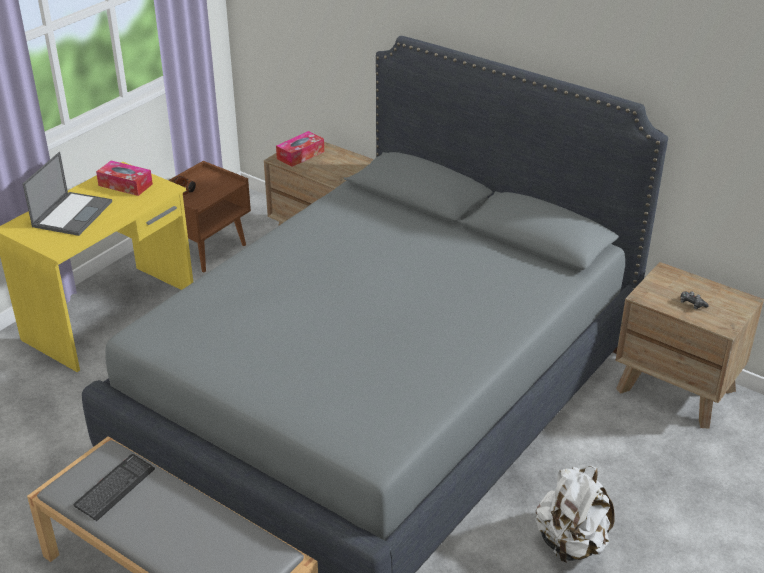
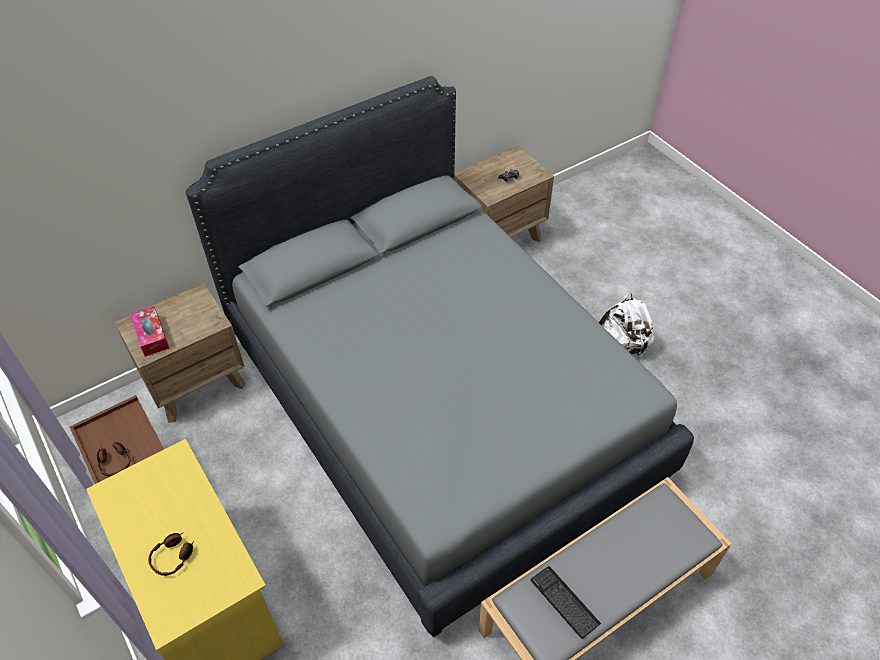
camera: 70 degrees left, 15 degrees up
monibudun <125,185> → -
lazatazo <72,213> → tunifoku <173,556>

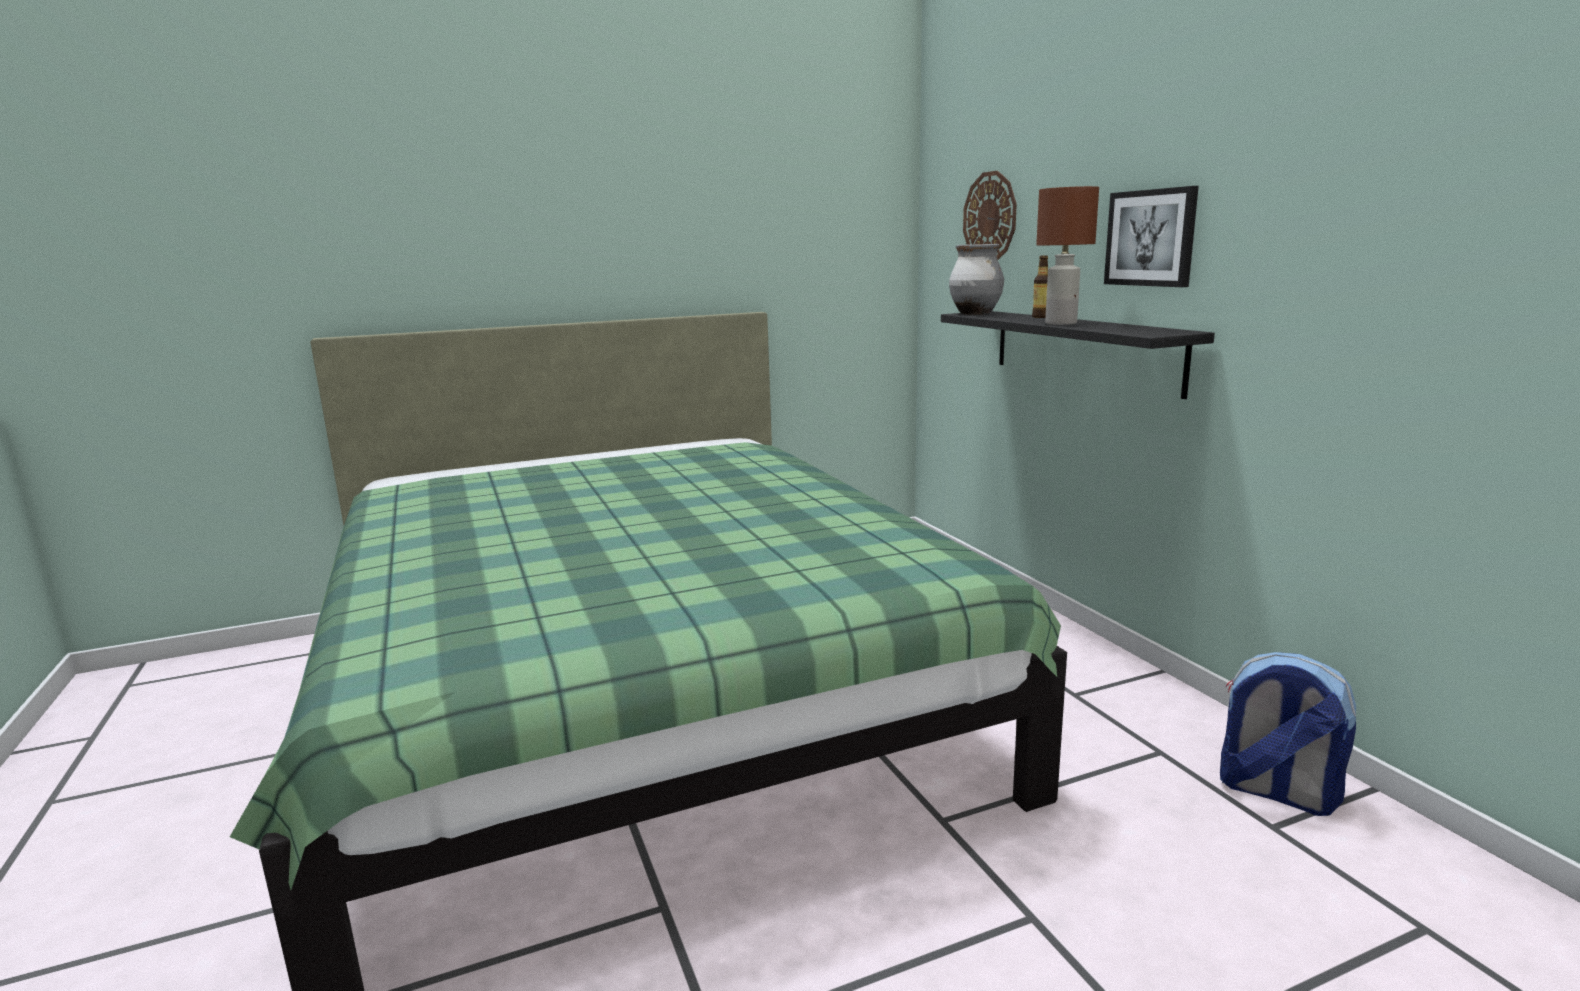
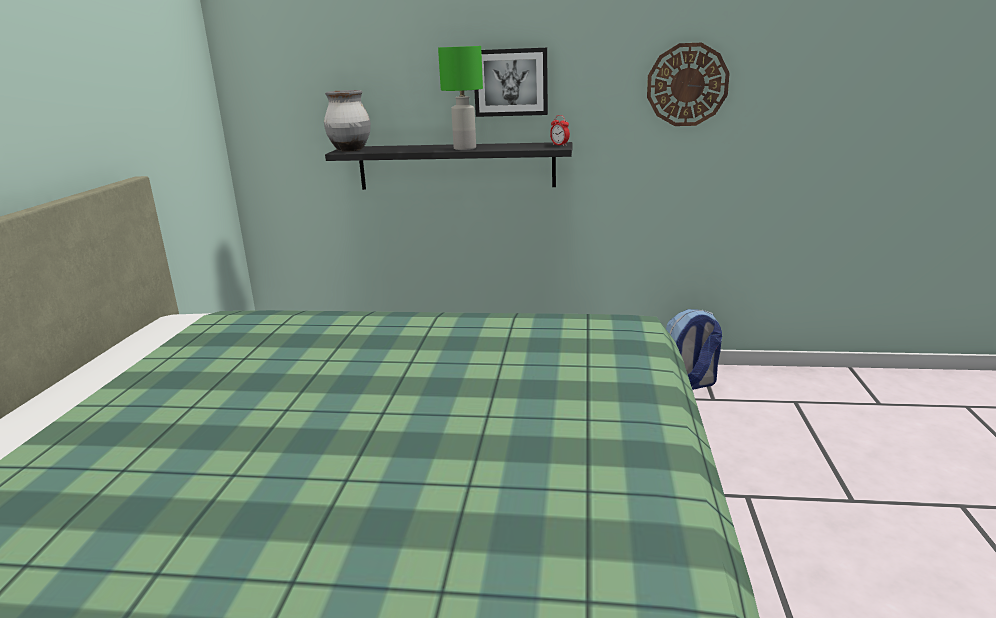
camera: 60 degrees left, 5 degrees up
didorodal <1040,317> → -
- → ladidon <559,145>
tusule <990,218> → tusule <687,85>, move
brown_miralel <1060,323> → green_miralel <464,148>

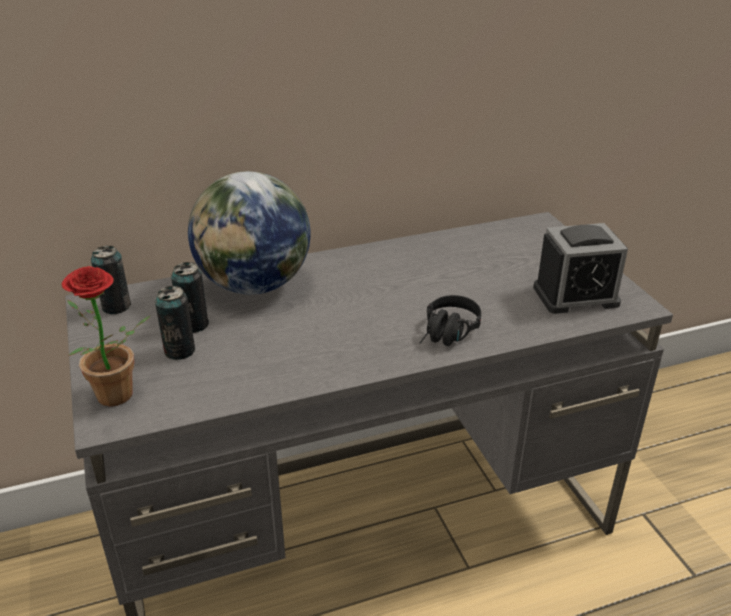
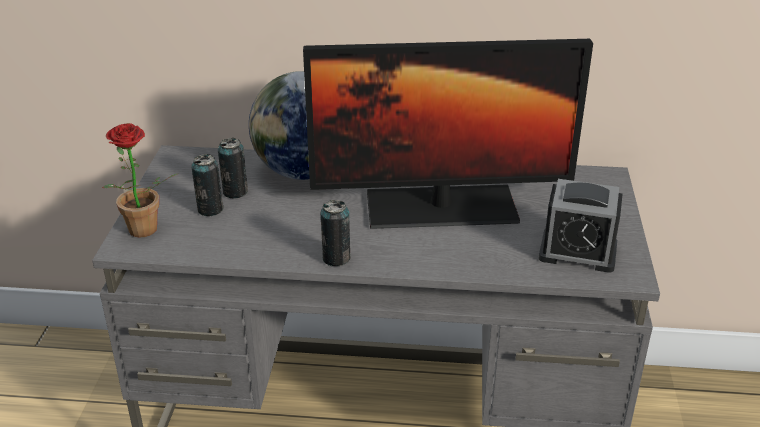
camera: 25 degrees right, 0 degrees up
black_tunifoku <447,335> → -
- → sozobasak <441,207>
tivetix <116,306> → tivetix <336,258>, move

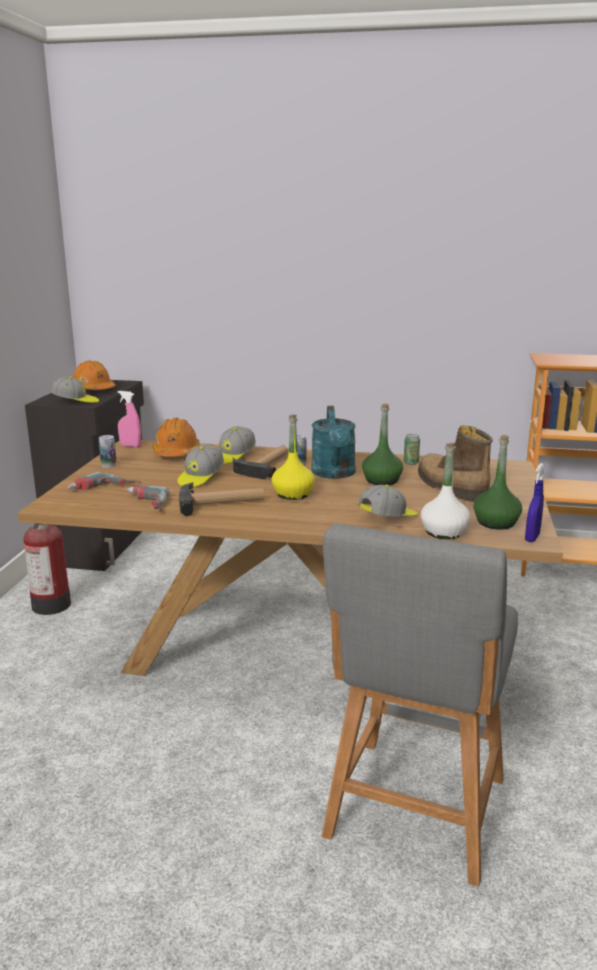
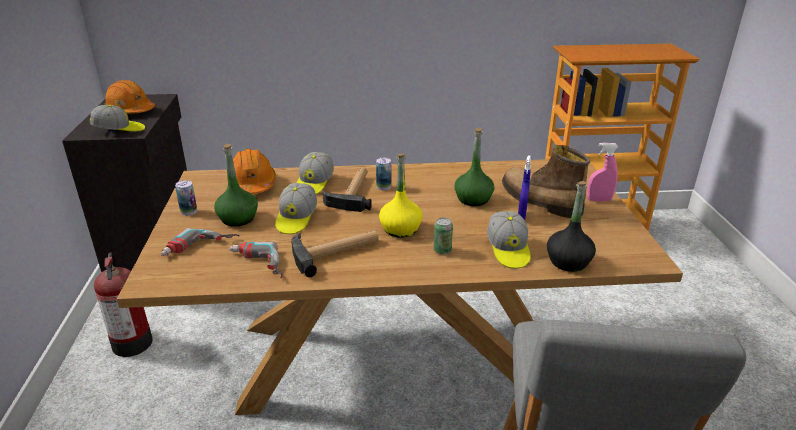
camera: 15 degrees left, 10 degrees up
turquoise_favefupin <334,474> → -
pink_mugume <130,446> → pink_mugume <599,200>, move
tivetix <411,463> → tivetix <442,250>, move
green_didorodal <496,523> → green_didorodal <238,219>, move
blue_mugume <532,538> → blue_mugume <521,216>, move
white_didorodal <443,532> → black_didorodal <568,262>
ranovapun <388,518> → ranovapun <508,250>, 135 degrees clockwise

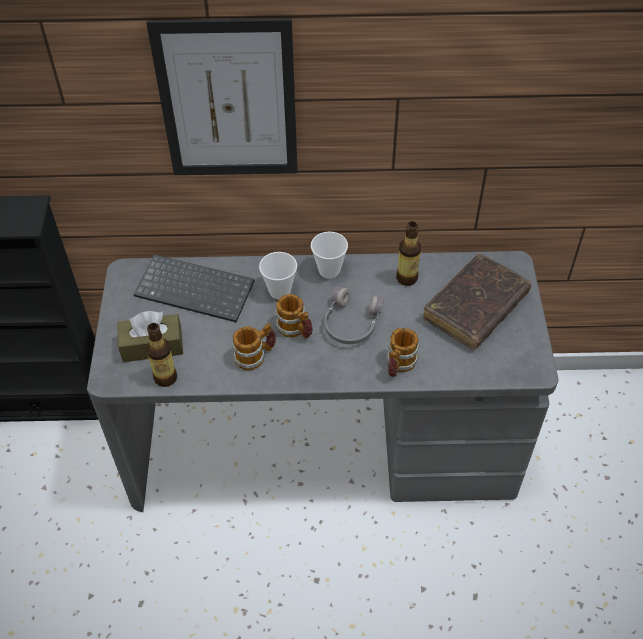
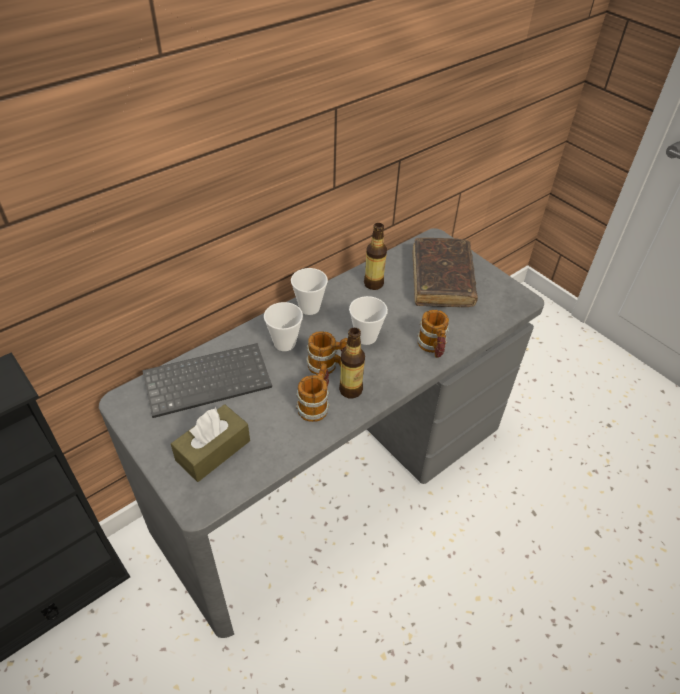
camera: 40 degrees left, 5 degrees down
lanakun <228,101> → -
didorodal <165,378> → didorodal <351,390>, move
grey_tunifoku <350,323> → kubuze <366,337>

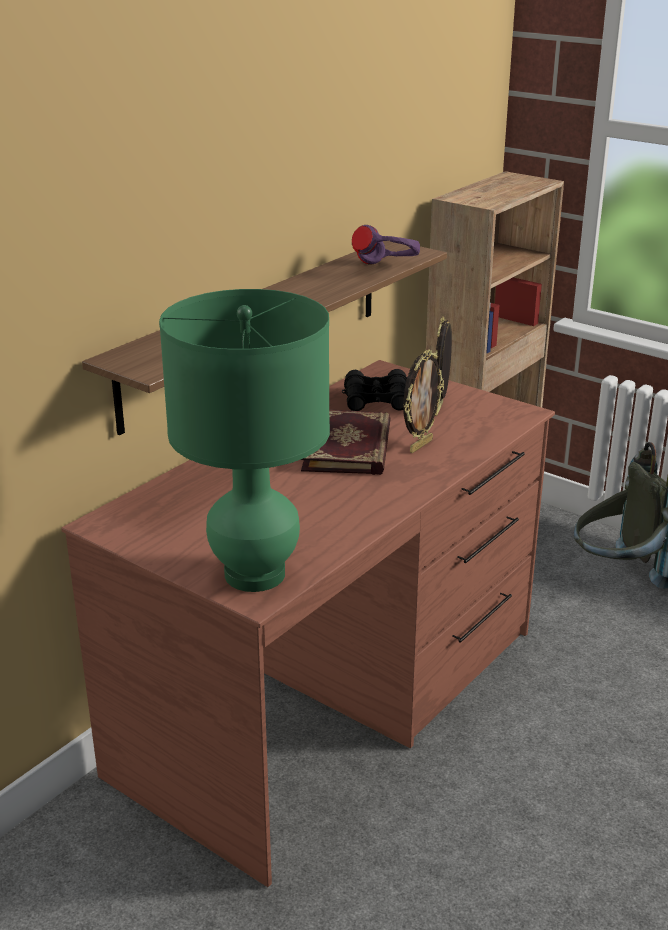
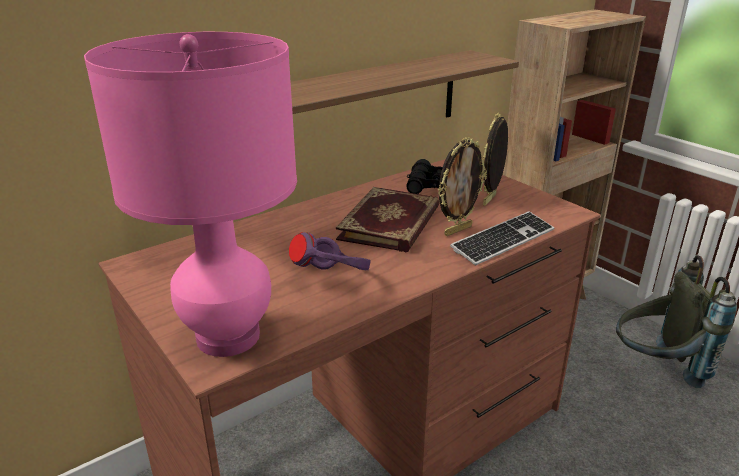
camera: 15 degrees right, 0 degrees up
- → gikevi <503,240>
purple_tunifoku <386,269> → purple_tunifoku <333,279>, move
green_miralel <255,574> → pink_miralel <228,337>

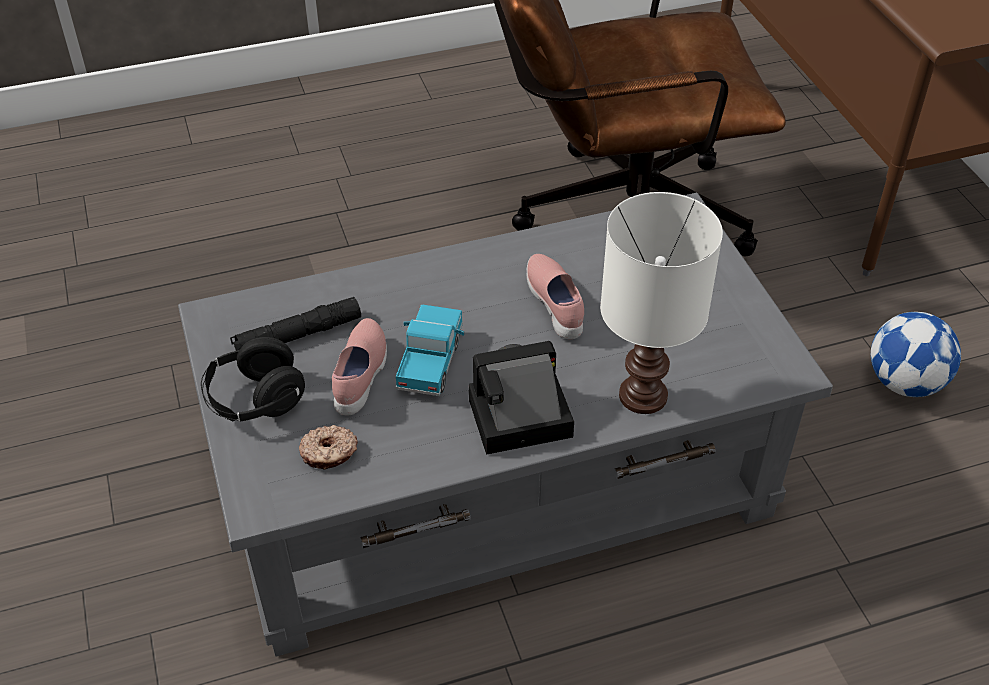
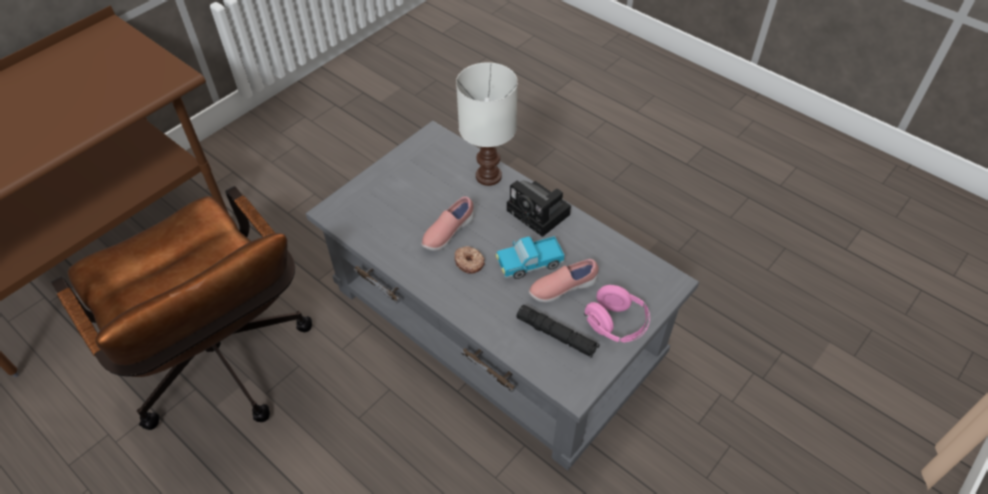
camera: 120 degrees left, 5 degrees up
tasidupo <905,383> → -
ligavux <329,453> → ligavux <469,262>, move
black_tunifoku <255,400> → pink_tunifoku <616,324>

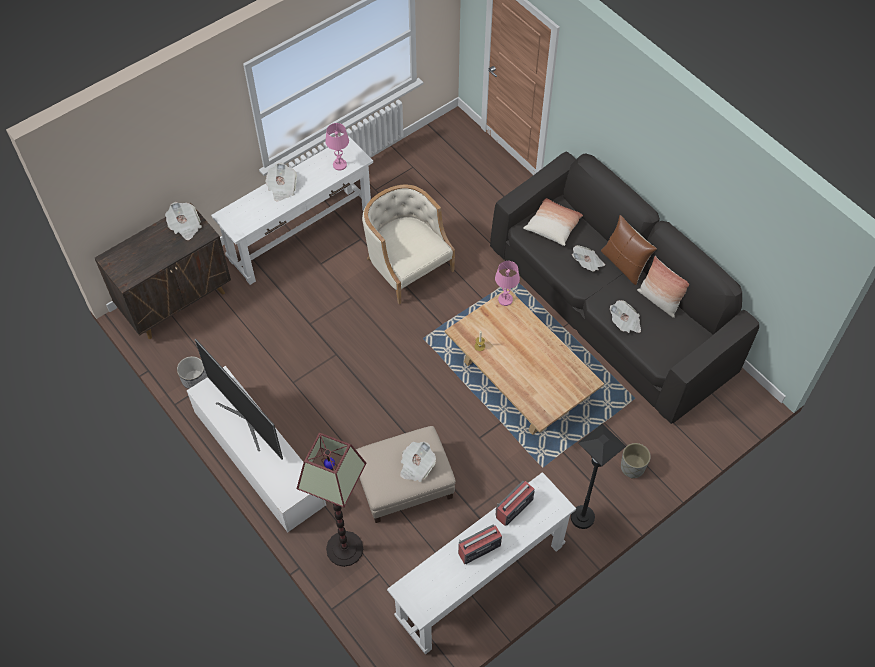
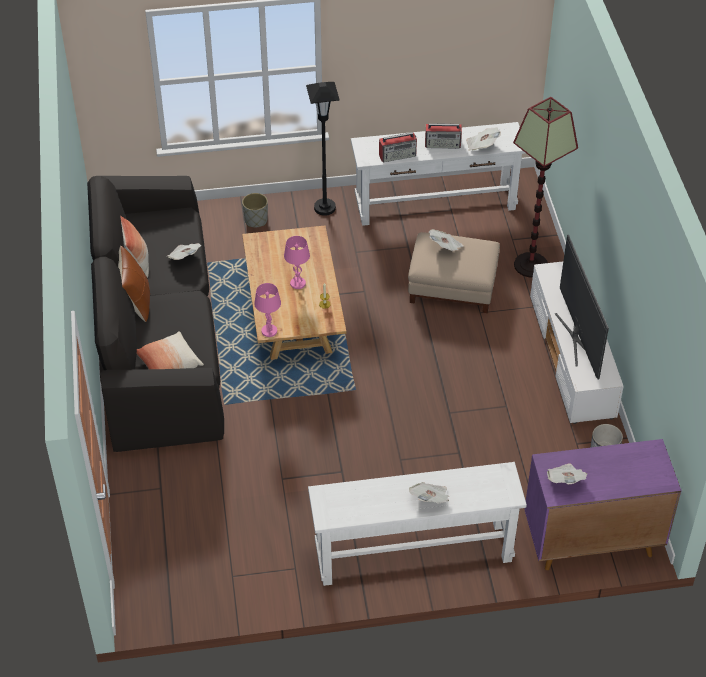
camera: 150 degrees left, 10 degrees down
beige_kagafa <407,265> → -
pink_miralel <340,165> → pink_miralel <297,283>, move
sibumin <587,264> → sibumin <482,146>, move
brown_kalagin <176,301> → purple_kalagin <591,541>

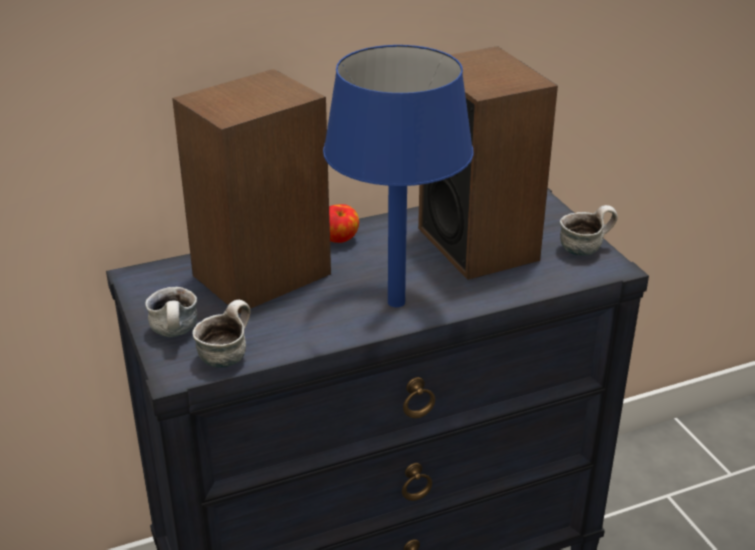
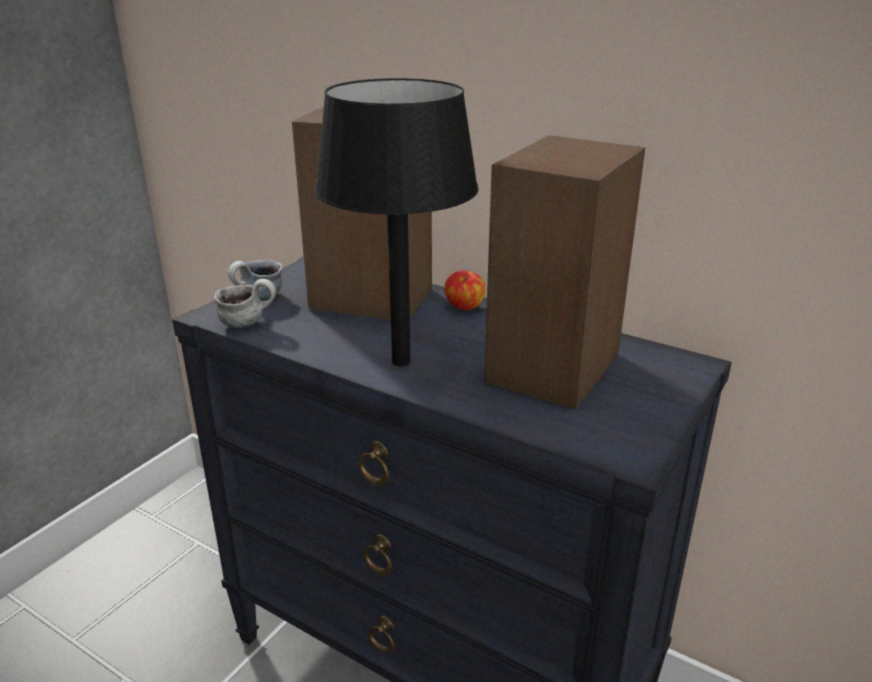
camera: 55 degrees right, 5 degrees down
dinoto <584,248> → -
blue_miralel <396,302> → black_miralel <401,362>

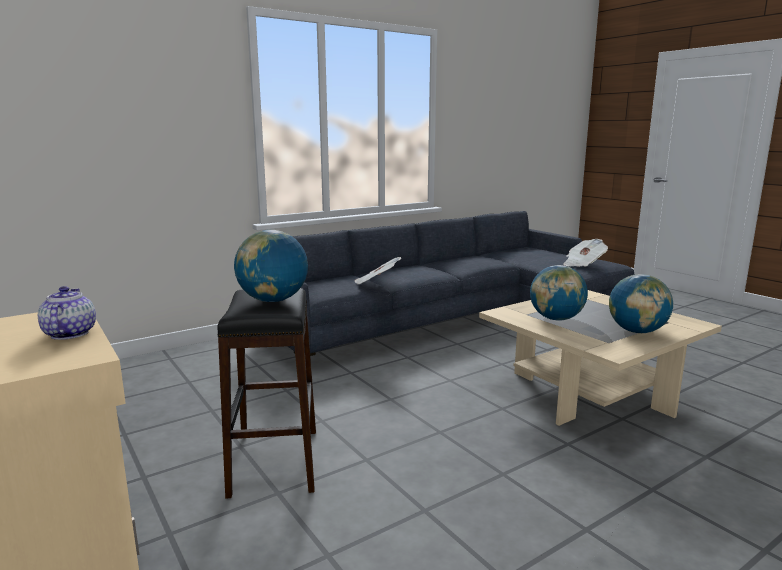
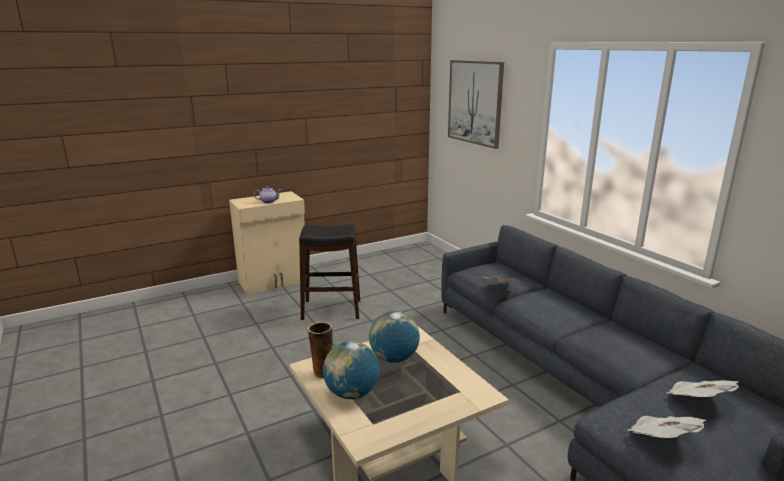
camera: 95 degrees right, 5 degrees up
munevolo <273,300> → -
- → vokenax <322,372>
- → lanakun <475,102>
- → sibumin <697,401>

